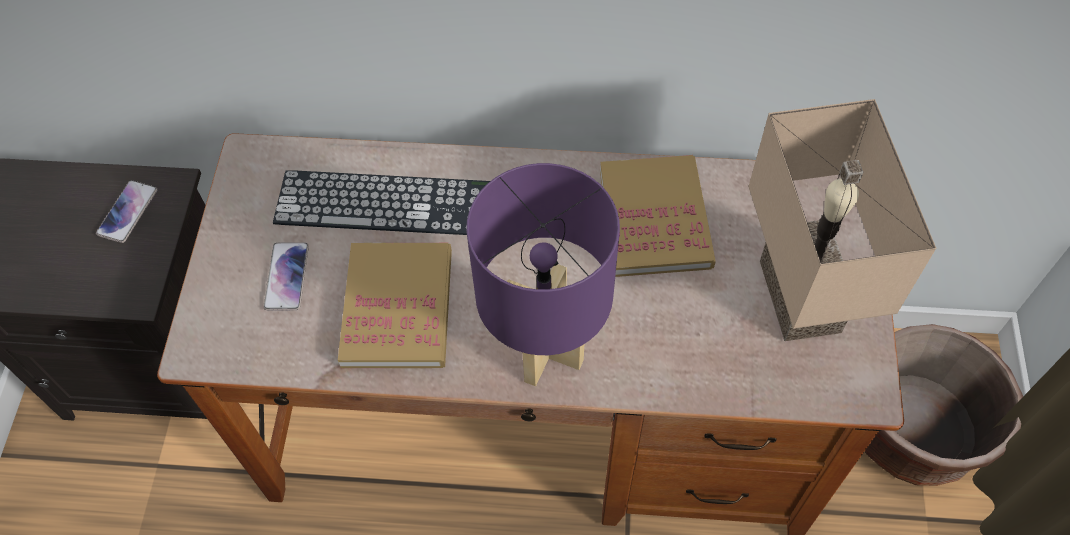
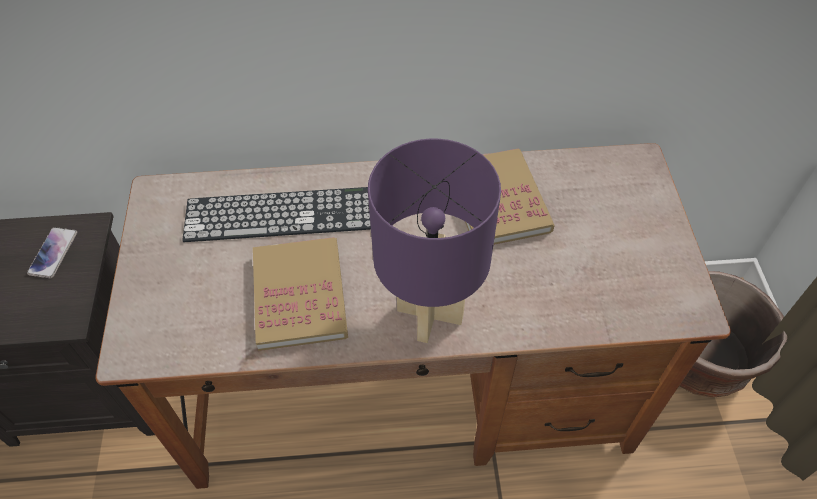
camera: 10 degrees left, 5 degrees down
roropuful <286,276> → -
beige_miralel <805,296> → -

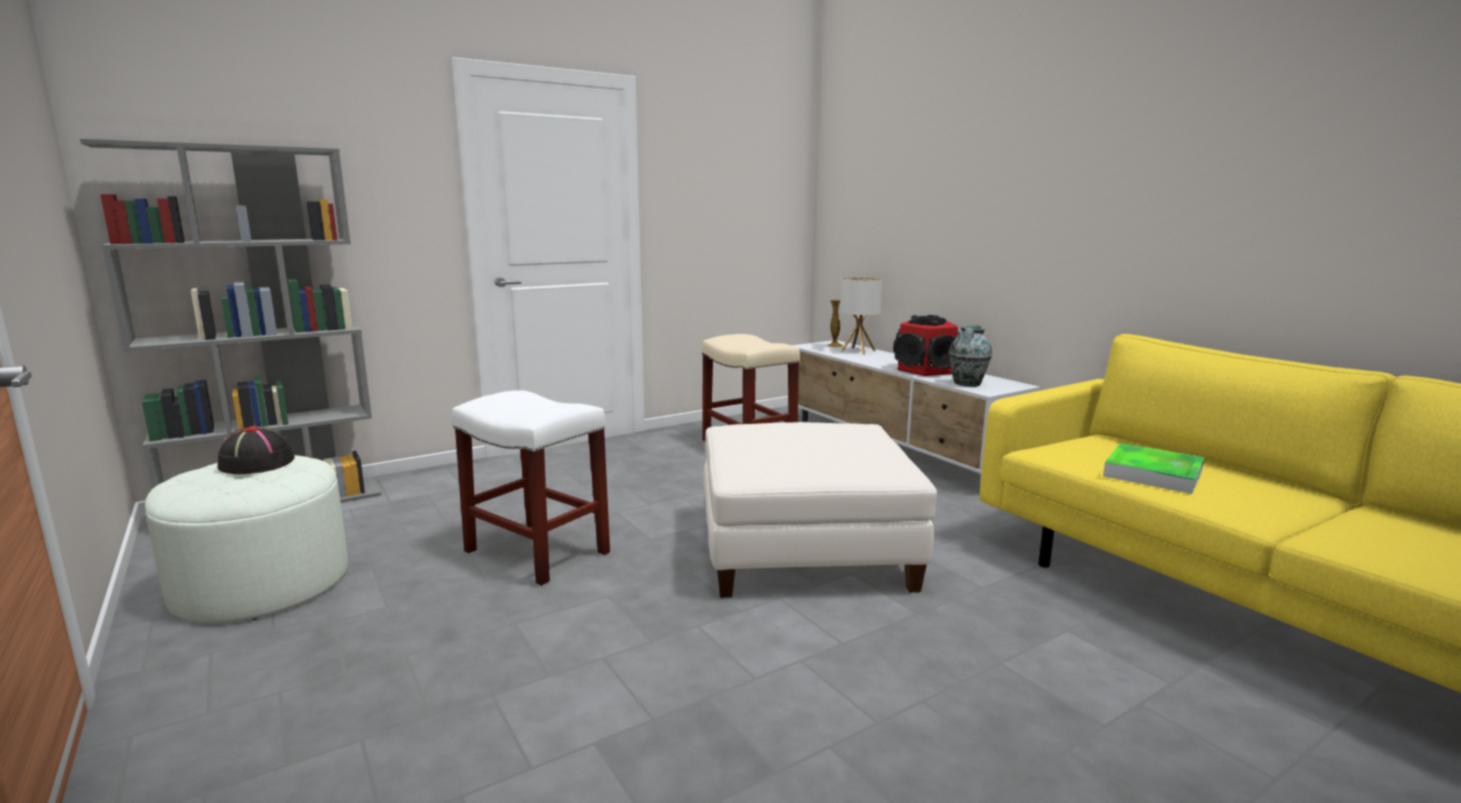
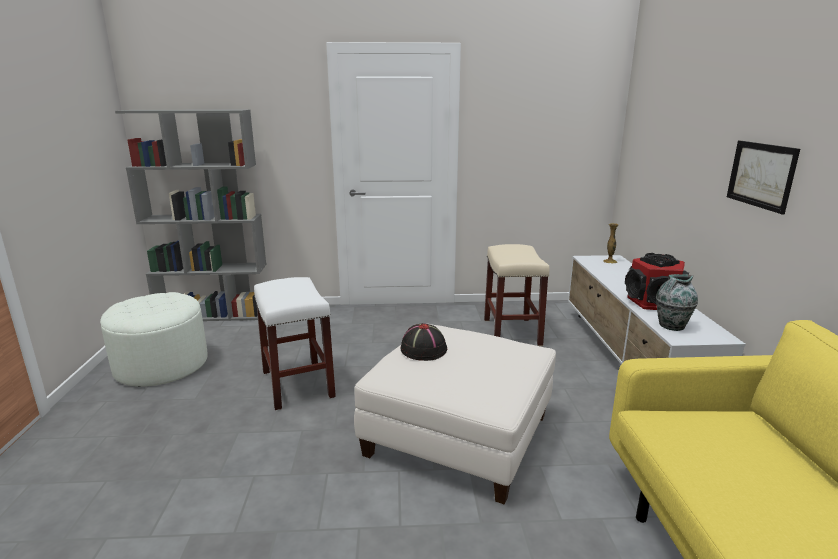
camera: 30 degrees right, 5 degrees up
miralel <858,351> → -
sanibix <1152,474> → -
- → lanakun <761,175>
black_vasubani <256,463> → black_vasubani <423,349>, move

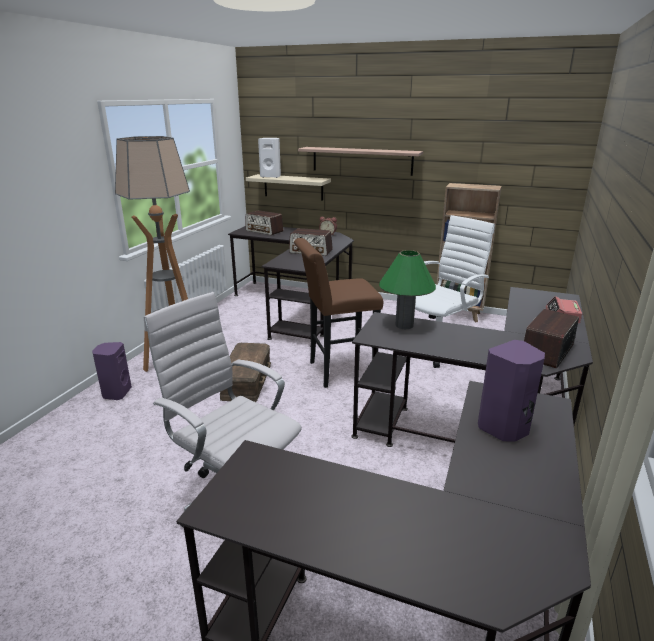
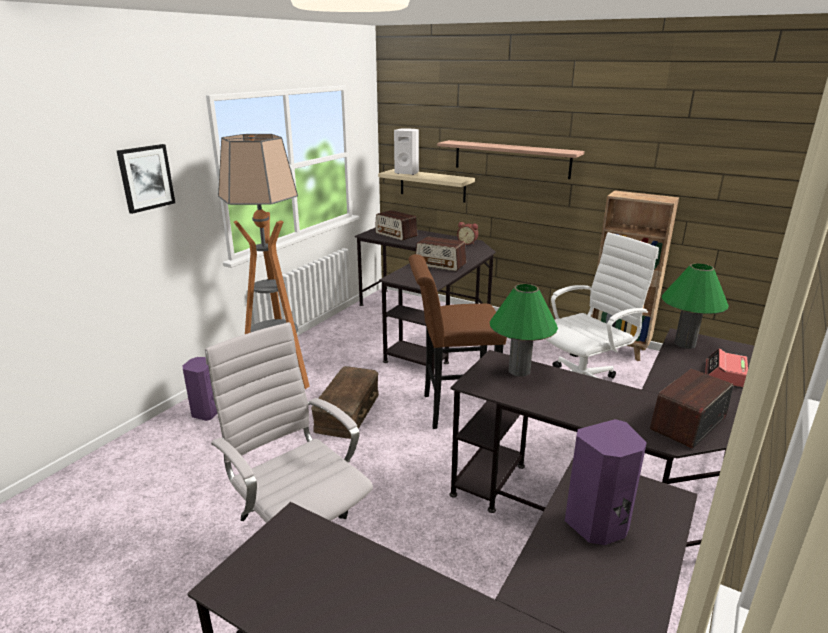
camera: 10 degrees right, 0 degrees up
- → lanakun <146,178>
- → green_miralel <685,344>

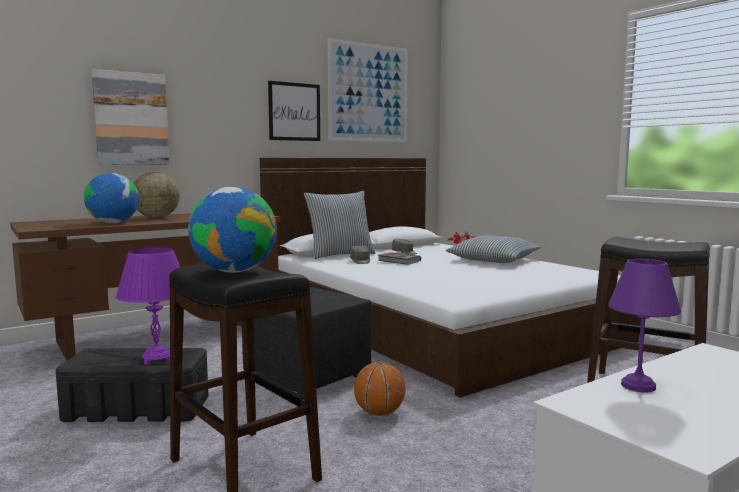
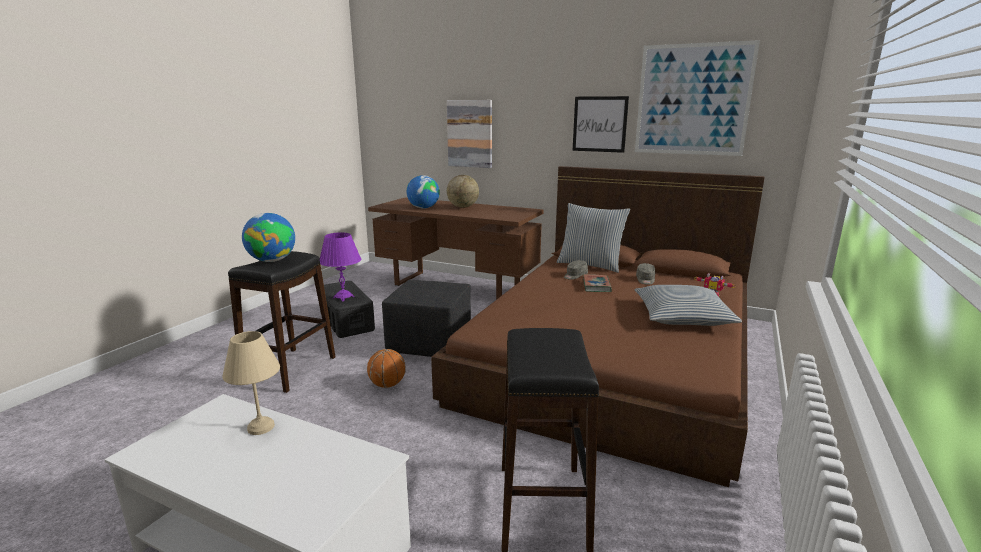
camera: 60 degrees right, 10 degrees up
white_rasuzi <432,322> → brown_rasuzi <614,355>
purple_miralel <638,385> → beige_miralel <262,427>

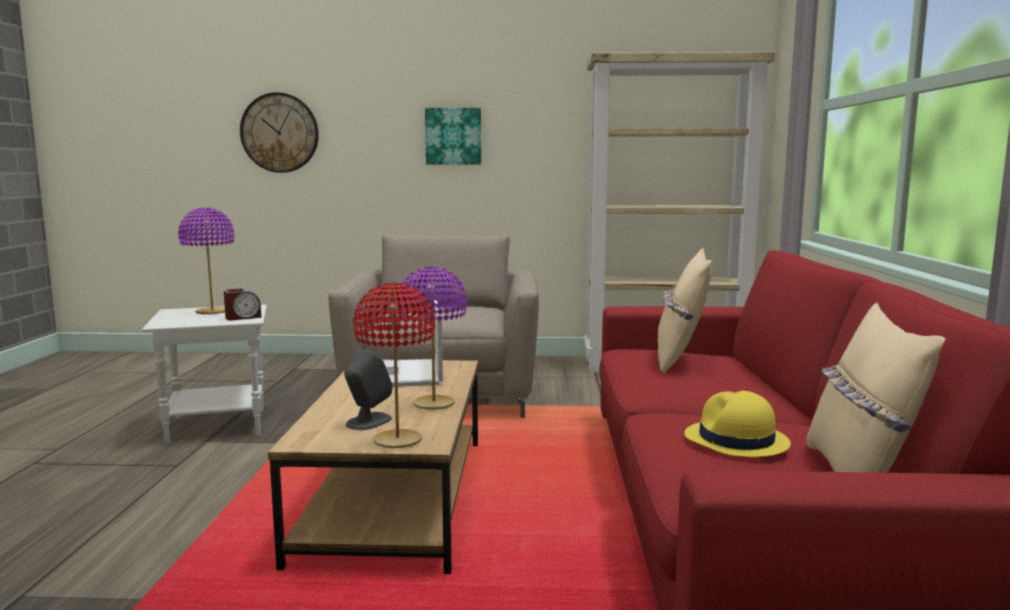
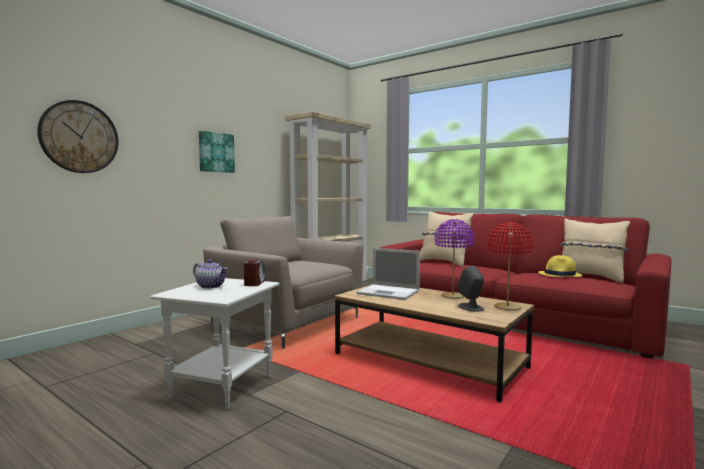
camera: 55 degrees left, 5 degrees down
purple_miralel <212,312> → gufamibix <211,286>

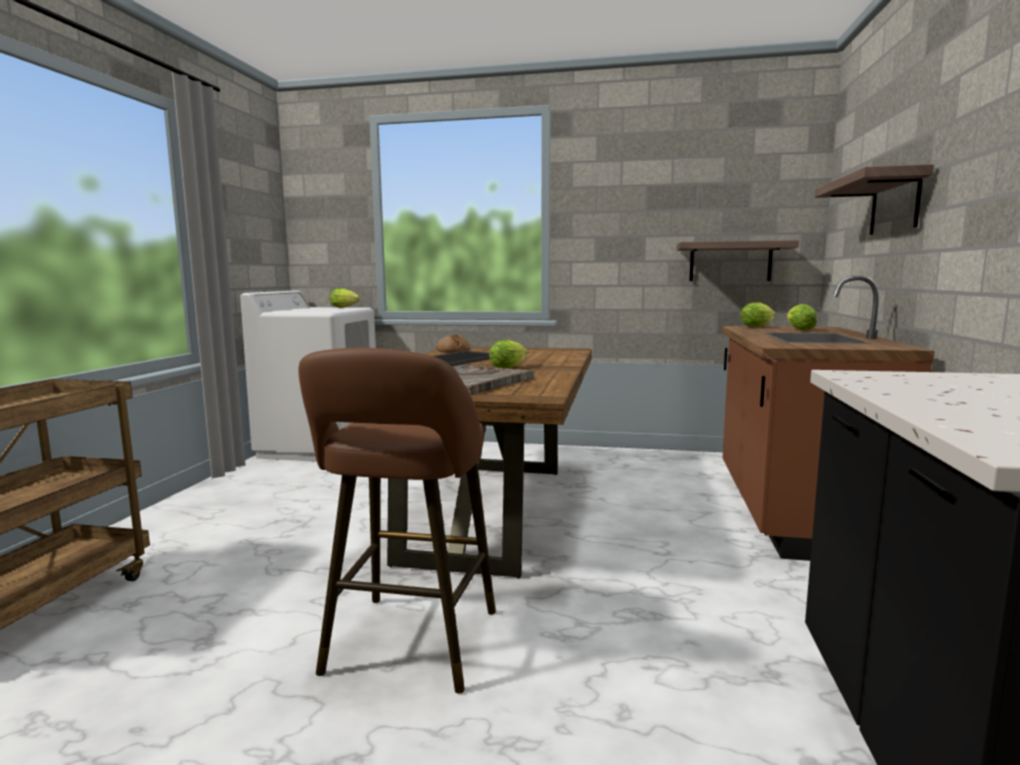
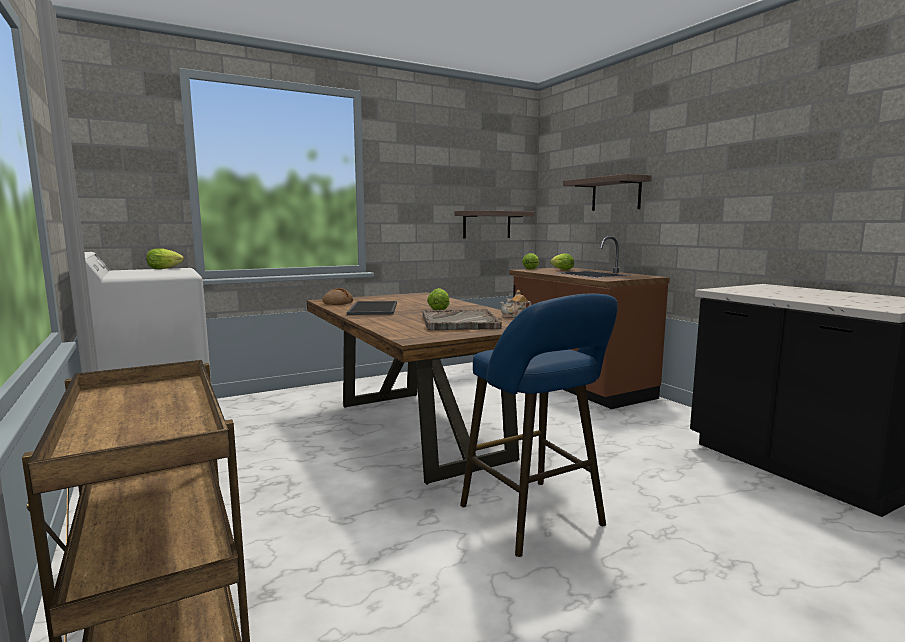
camera: 40 degrees left, 0 degrees up
- → gufamibix <515,316>
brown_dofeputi <409,647> → blue_dofeputi <536,519>

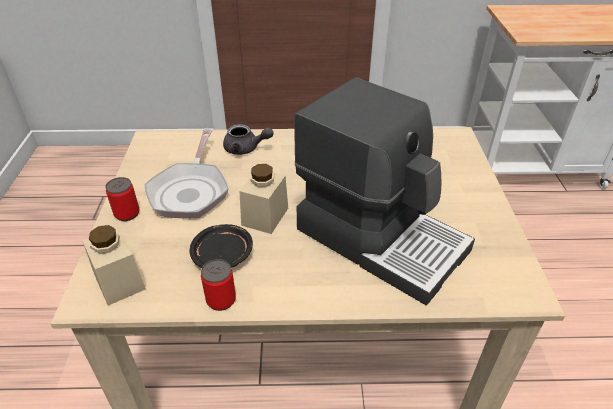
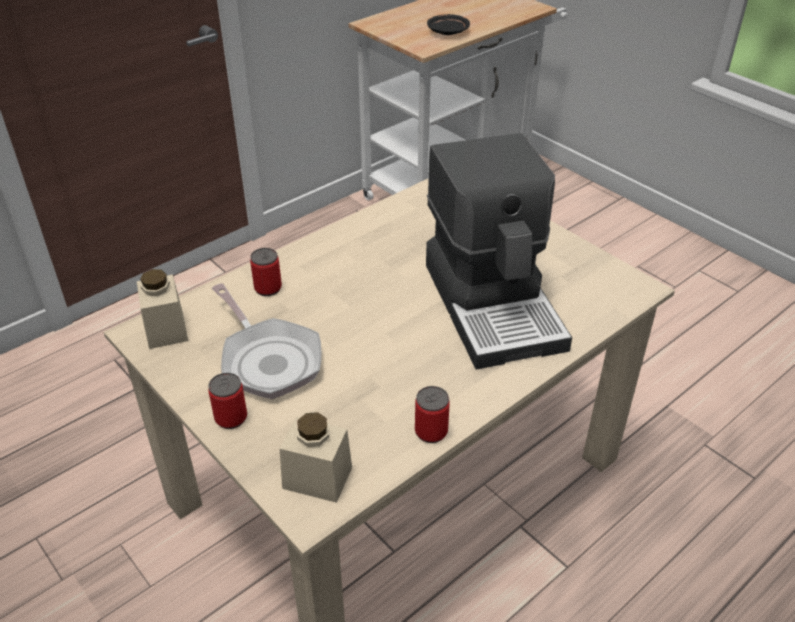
camera: 40 degrees left, 0 degrees up
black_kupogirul <223,254> → black_kupogirul <448,31>, move
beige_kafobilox <265,216> → beige_kafobilox <166,329>, move
grey_gufamibix <246,149> → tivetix <268,288>
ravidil <381,237> → ravidil <494,304>, 75 degrees clockwise

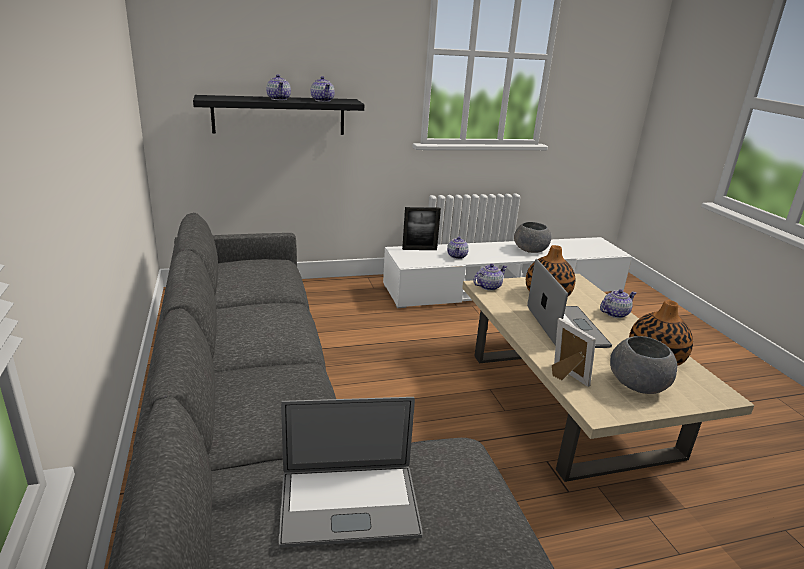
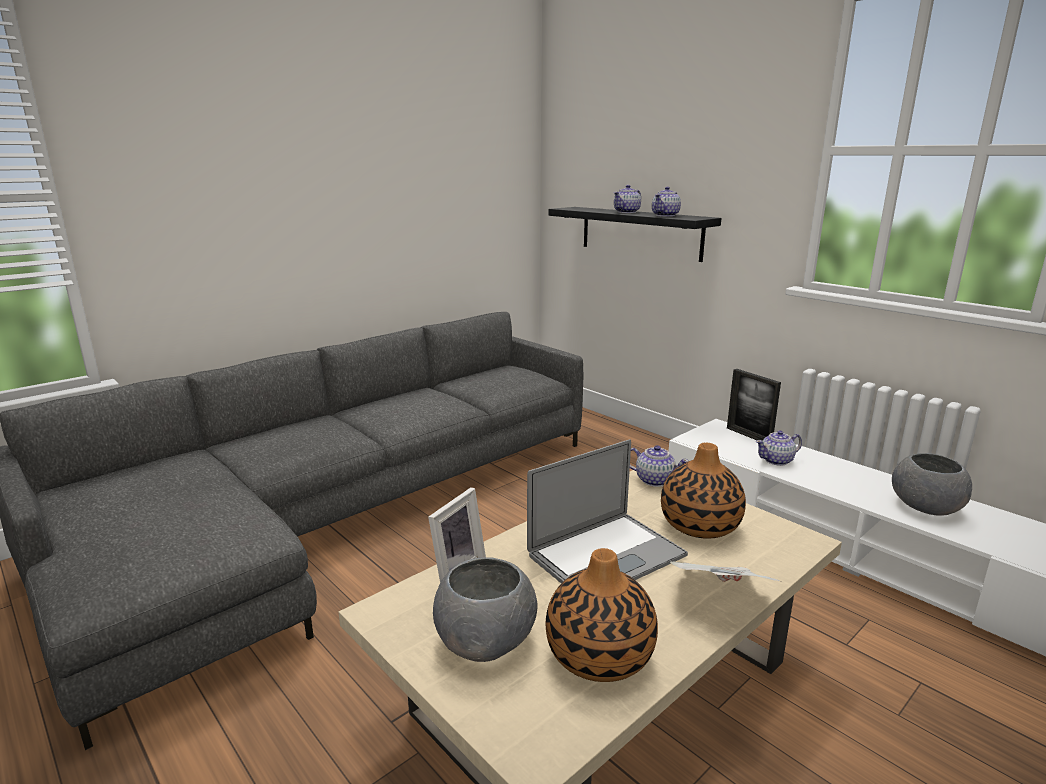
camera: 65 degrees right, 5 degrees down
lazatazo <349,504> → -
gufamibix <614,313> → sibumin <722,595>

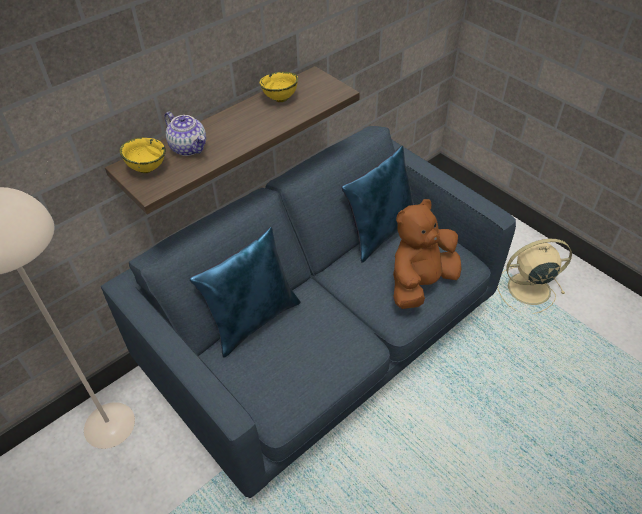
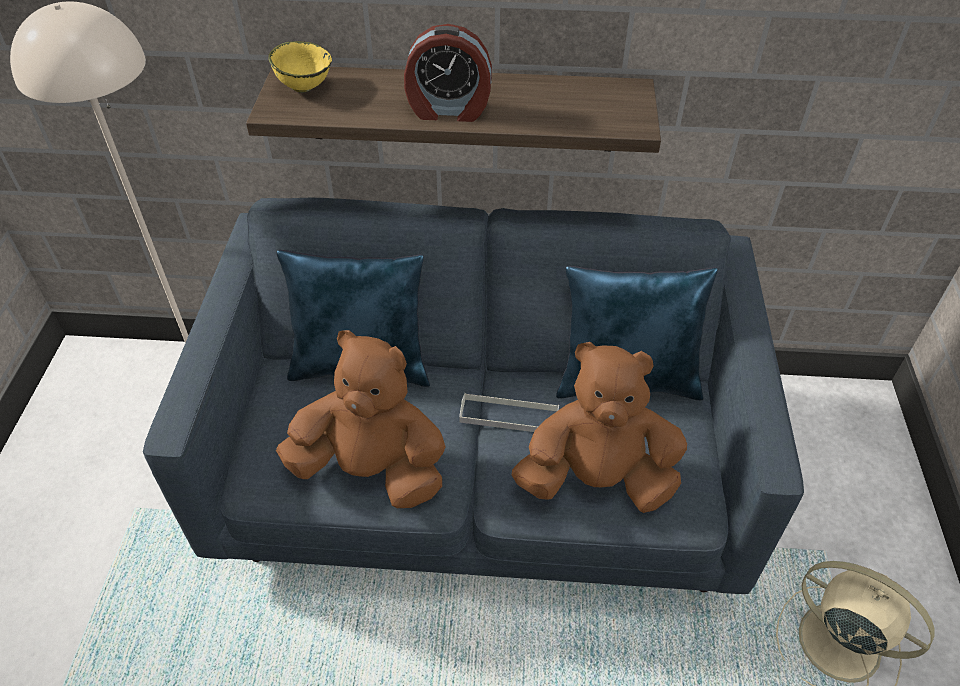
camera: 45 degrees right, 0 degrees up
gufamibix <189,148> → -
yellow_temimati <280,99> → -
- → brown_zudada <372,469>
- → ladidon <448,110>
- → grey_sanibix <509,416>

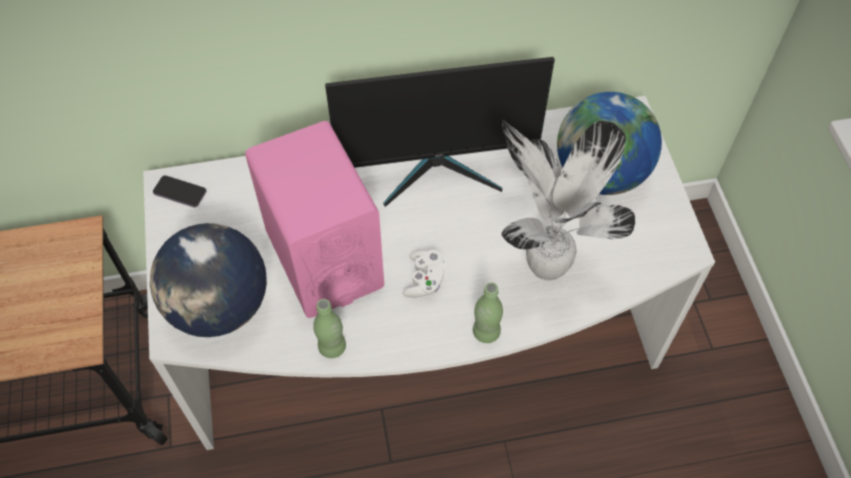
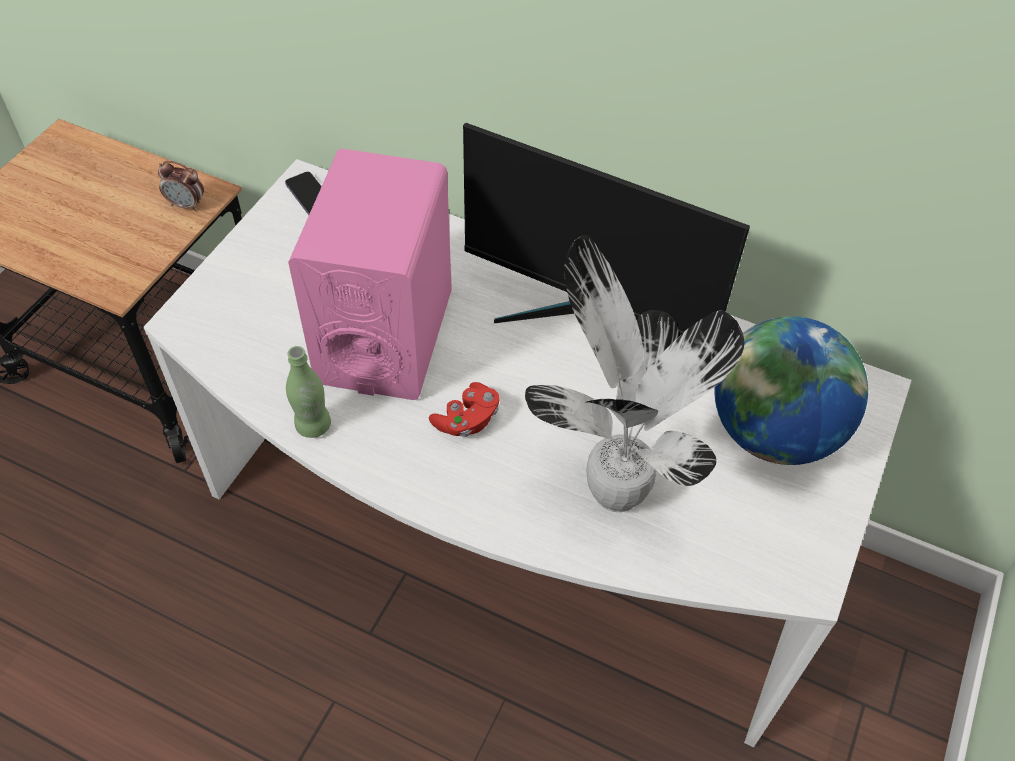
camera: 35 degrees right, 5 degrees down
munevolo <219,307> → -
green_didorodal <486,332> → -
- → ladidon <187,205>
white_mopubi <424,280> → red_mopubi <467,420>

